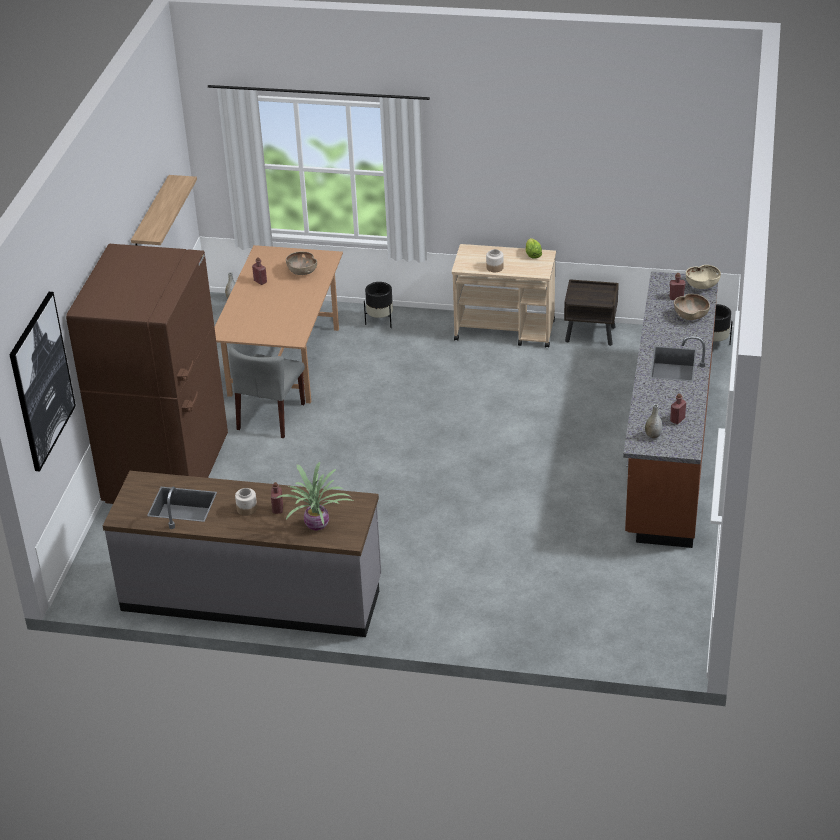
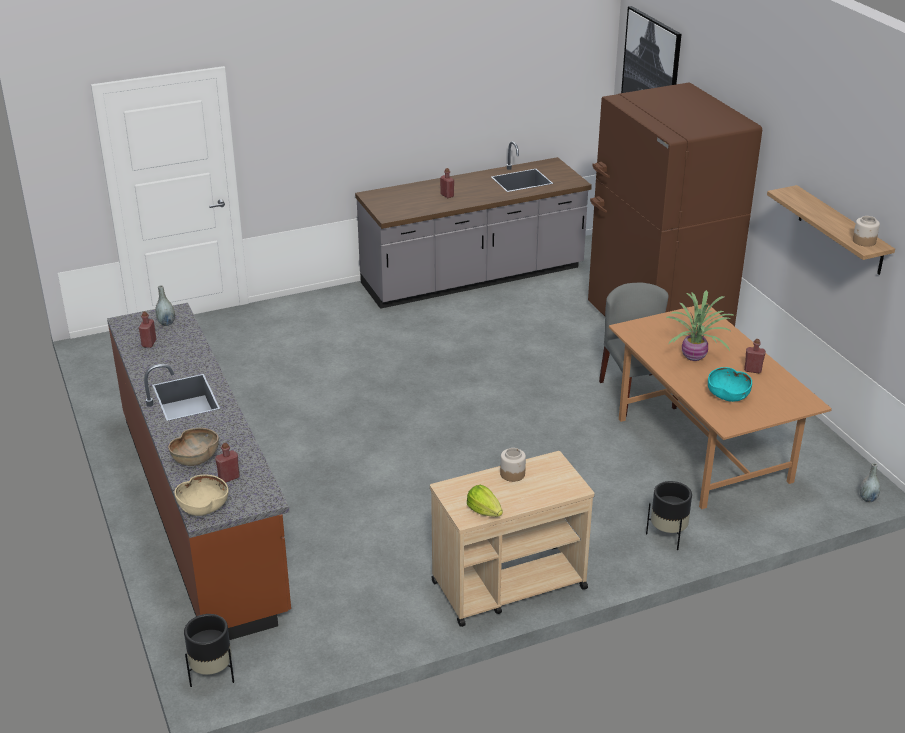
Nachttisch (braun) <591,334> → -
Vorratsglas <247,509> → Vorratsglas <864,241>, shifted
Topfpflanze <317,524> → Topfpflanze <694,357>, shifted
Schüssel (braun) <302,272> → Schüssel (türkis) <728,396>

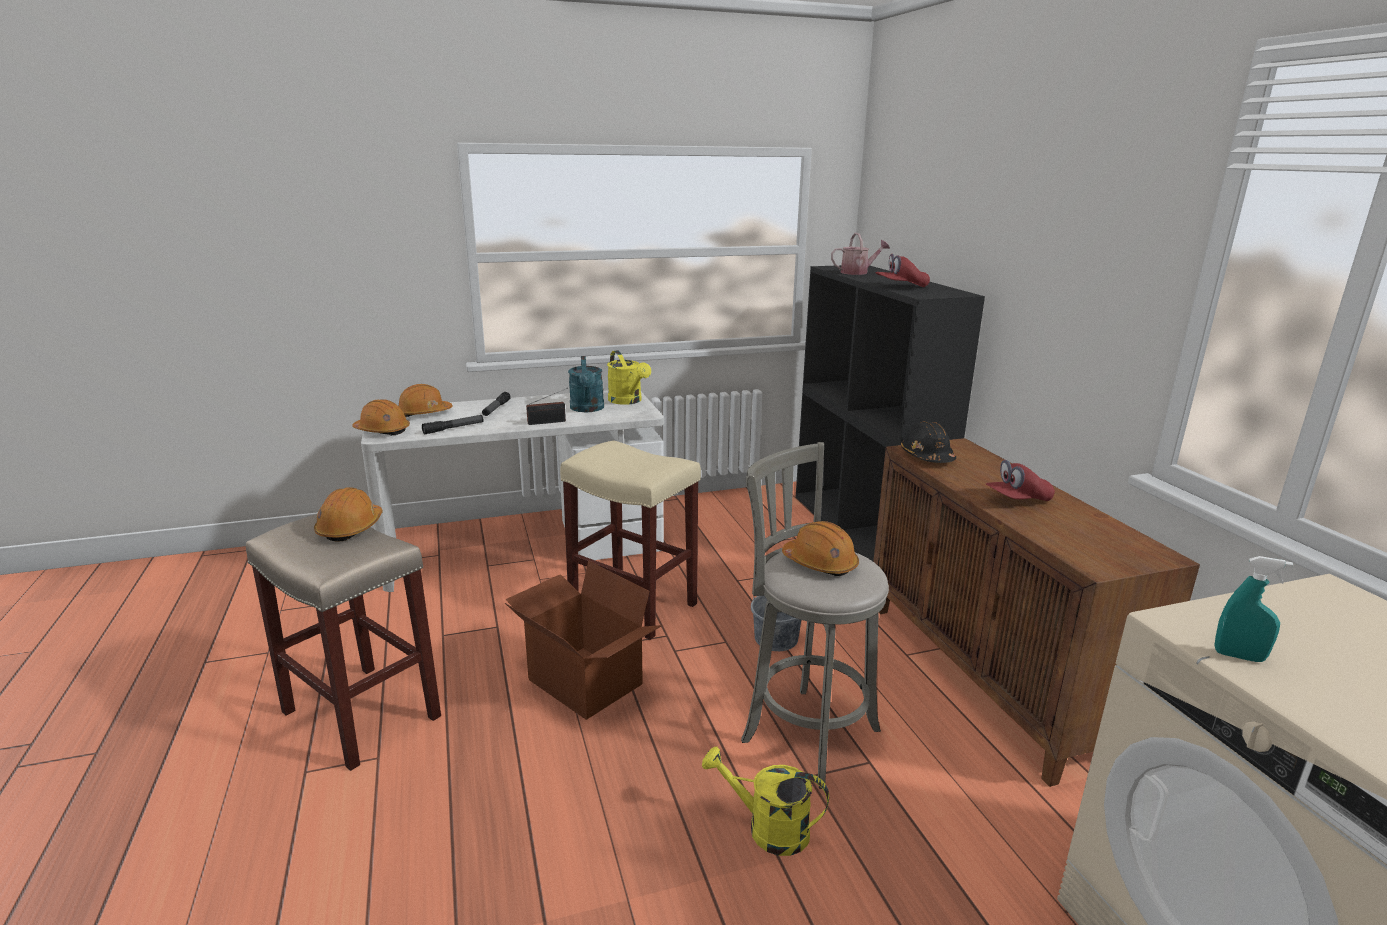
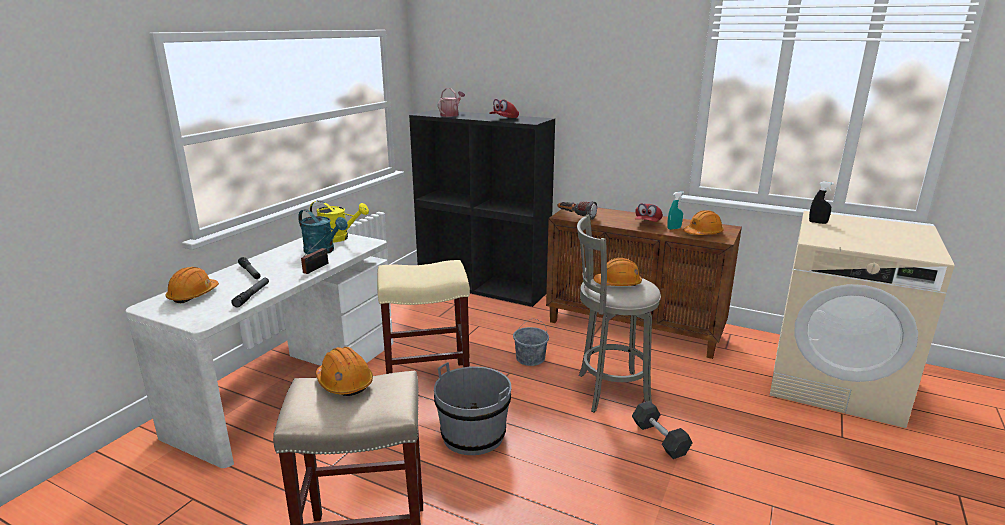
- → Sprühflasche (schwarz) <818,222>
Schutzhelm (orange) <382,431> → Schutzhelm (orange) <703,233>, shifted
Sprühflasche (türkis) <1239,656> → Sprühflasche (türkis) <674,228>, shifted
Karton <583,683> → Eimer (grau) <473,435>
Gießkanne (gelb) <767,829> → Hantel (grau) <660,439>
Schutzhelm (schwarz) <927,457> → Taschenlampe <576,217>

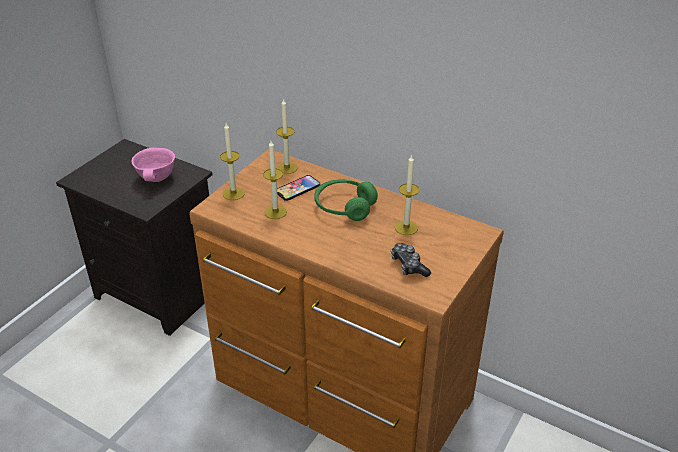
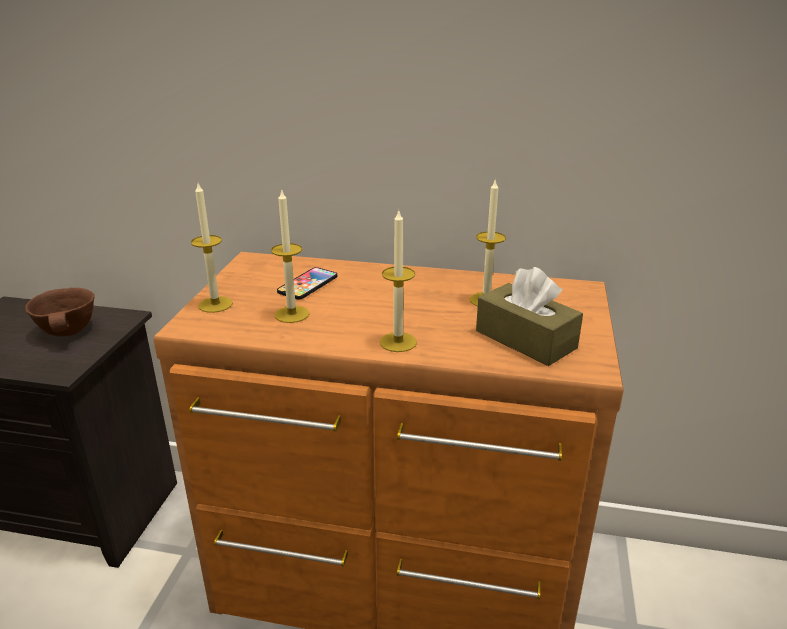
Kopfhörer (grün) <344,207> → -
Kerze <287,168> → Kerze <398,342>, shifted
Gamepad <408,265> → Taschentuchbox (braun) <525,339>
Schüssel (rosa) <157,178> → Schüssel (braun) <69,332>

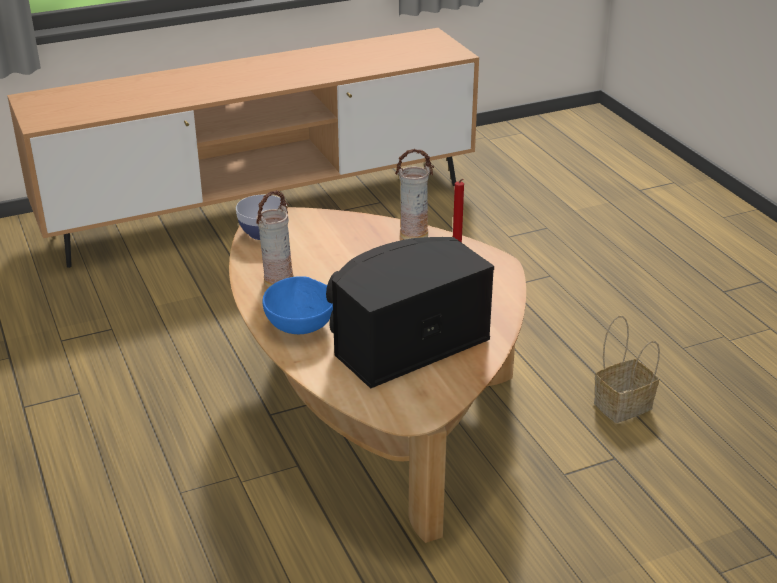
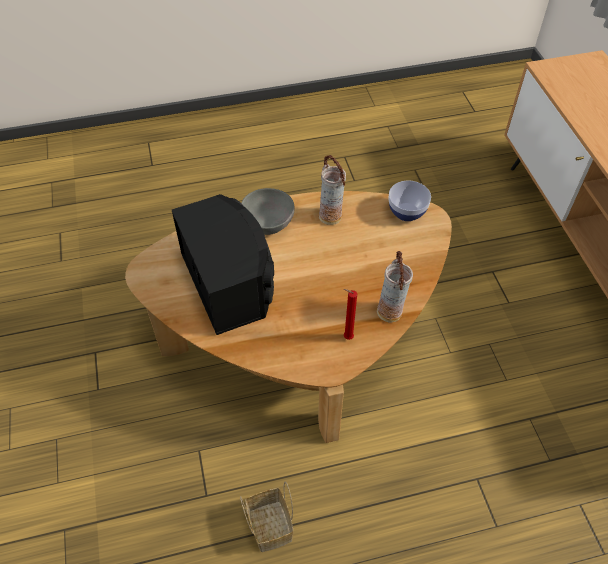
Schüssel (blau) <301,324> → Schüssel (grau) <269,225>

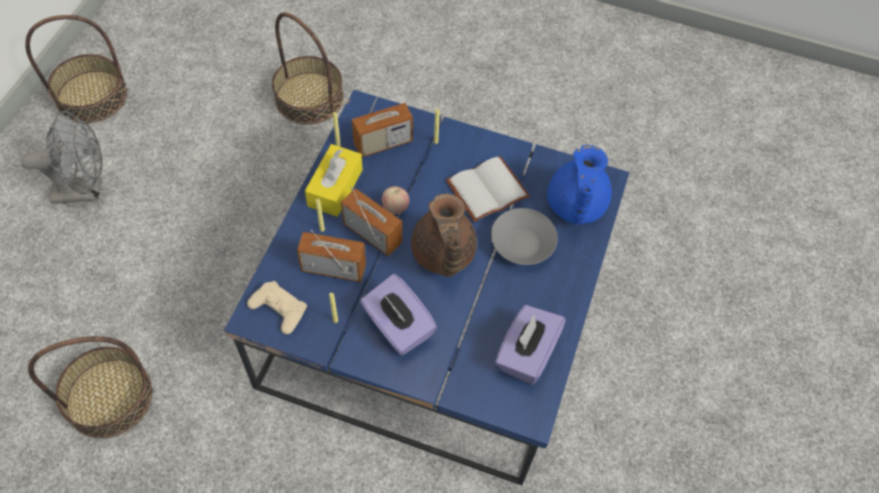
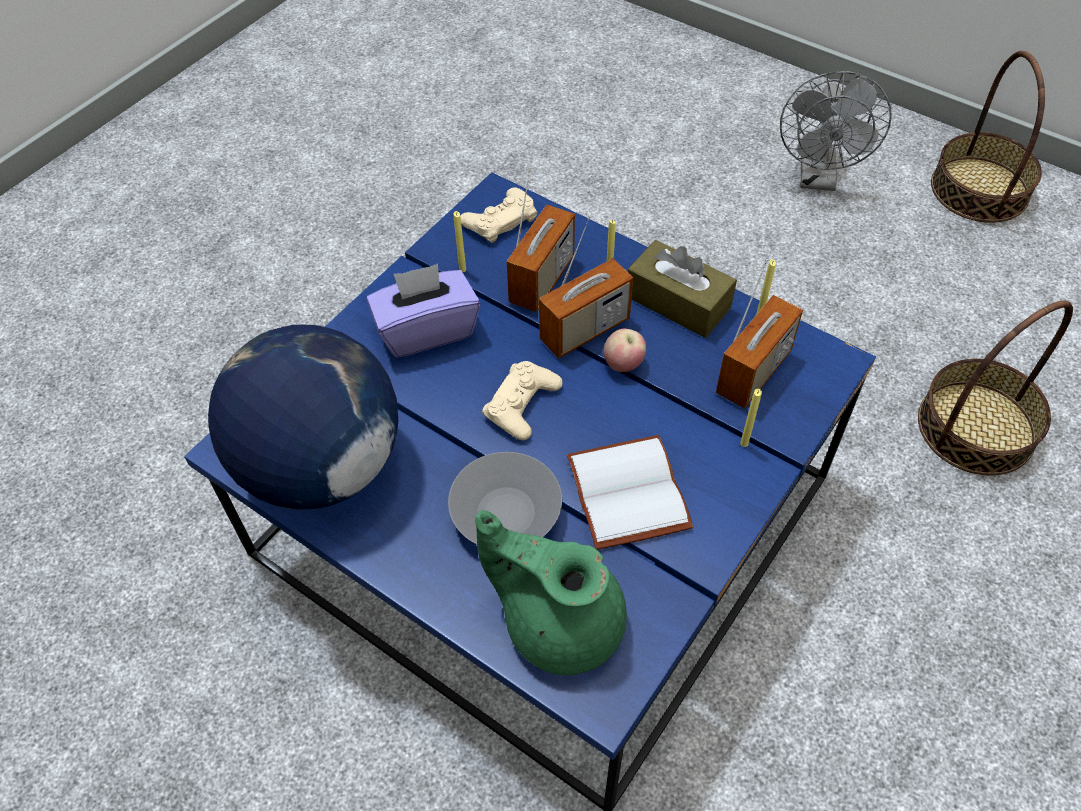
Korb <109,397> → -
Teekanne (braun) <443,255> → Gamepad (beige) <522,404>
Taschentuchbox (lila) <526,354> → Globus <321,467>
Taschentuchbox (gelb) <335,188> → Taschentuchbox (braun) <678,302>
Teekanne (blau) <574,206> → Teekanne (grün) <559,621>
Radio <383,143> → Radio <753,373>, 135 degrees counterclockwise

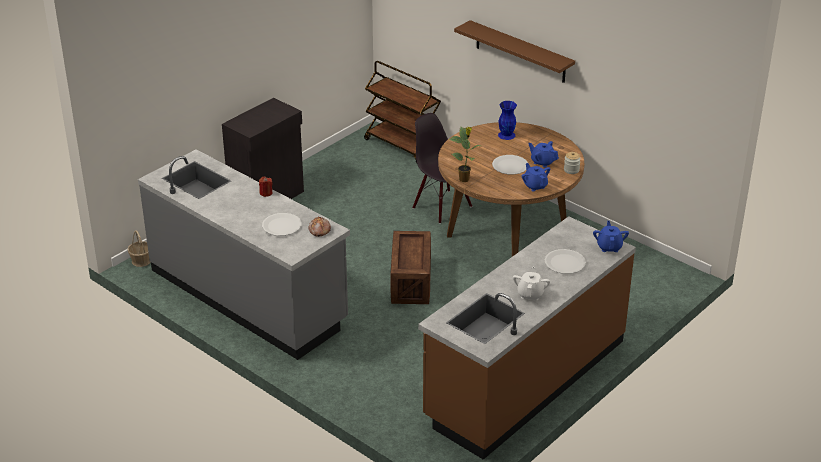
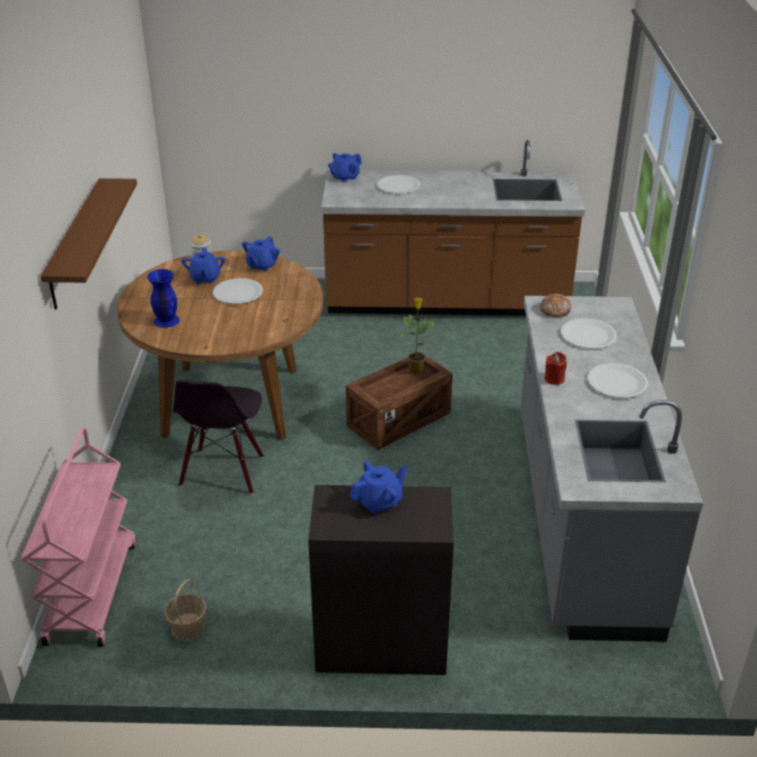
Teekanne (weiß) <530,294> → -
- → Teekanne (blau) <379,501>
- → Teller (weiß) <617,382>
Korb <141,260> → Korb <187,627>, shifted
Topfpflanze <464,179> → Topfpflanze <416,370>, shifted
Rollwagen (braun) <403,146> → Rollwagen (rosa) <91,591>

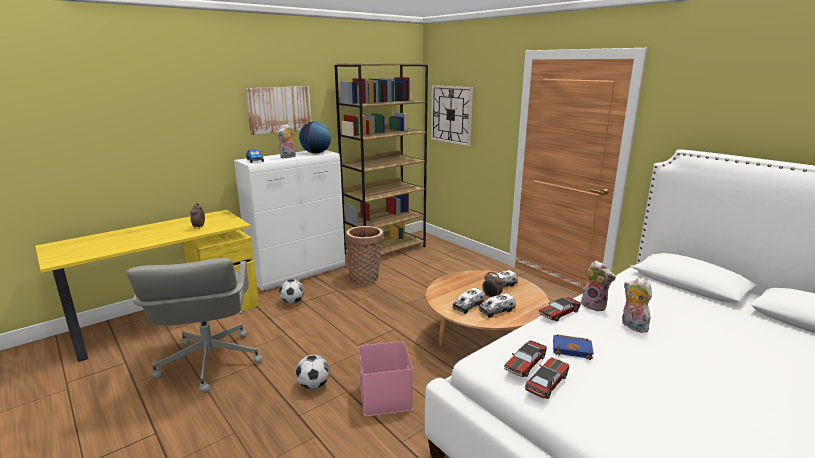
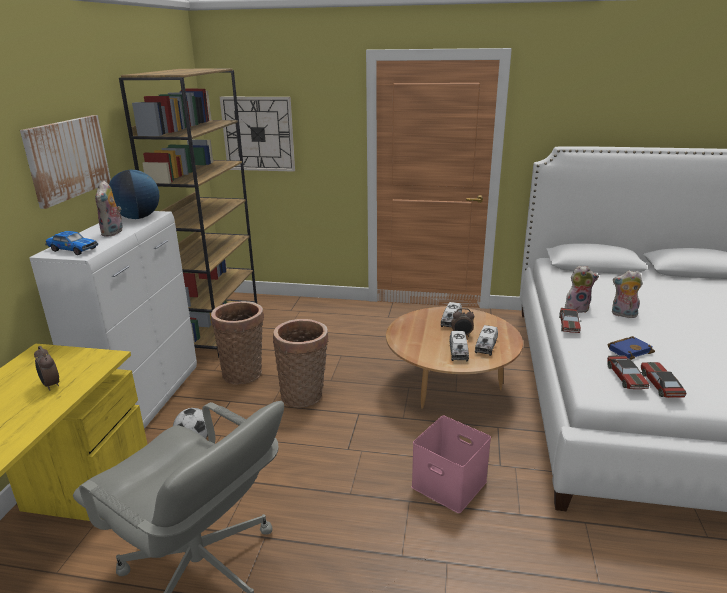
Fußball <313,385> → -
- → Korb <304,395>

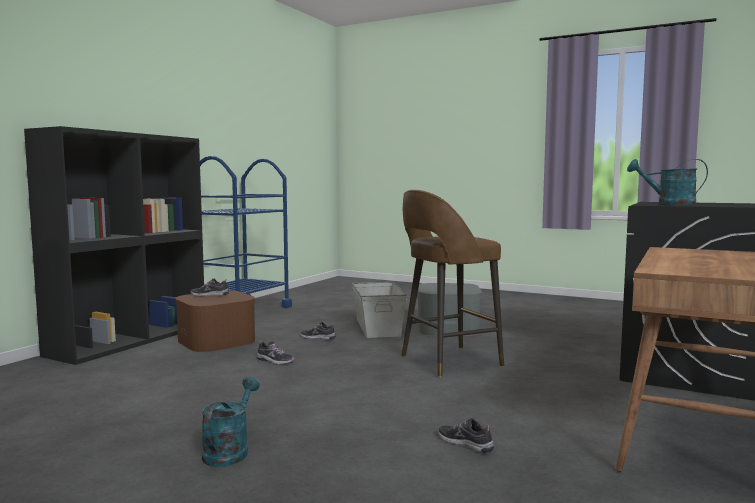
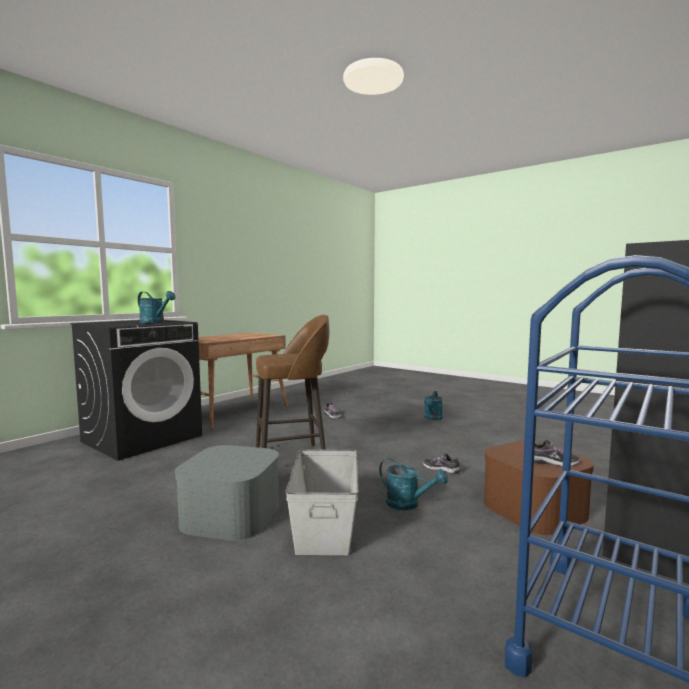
Schuh <318,338> → Gießkanne (türkis) <408,504>

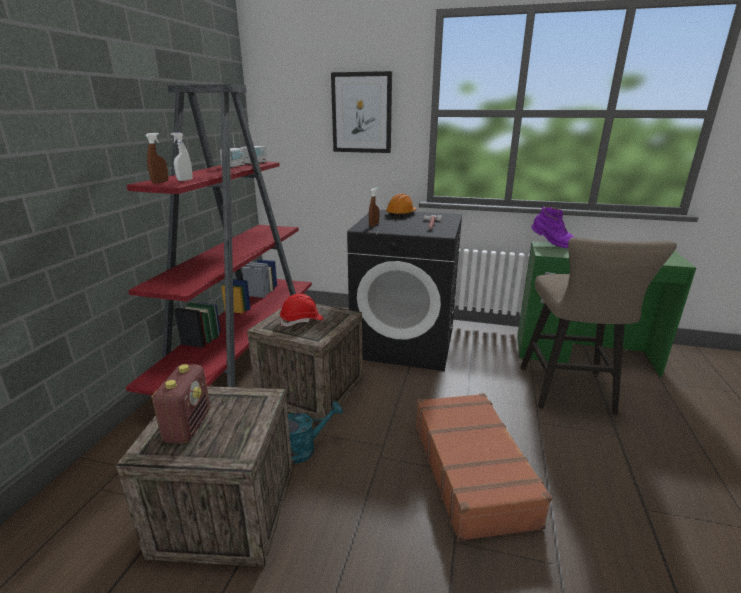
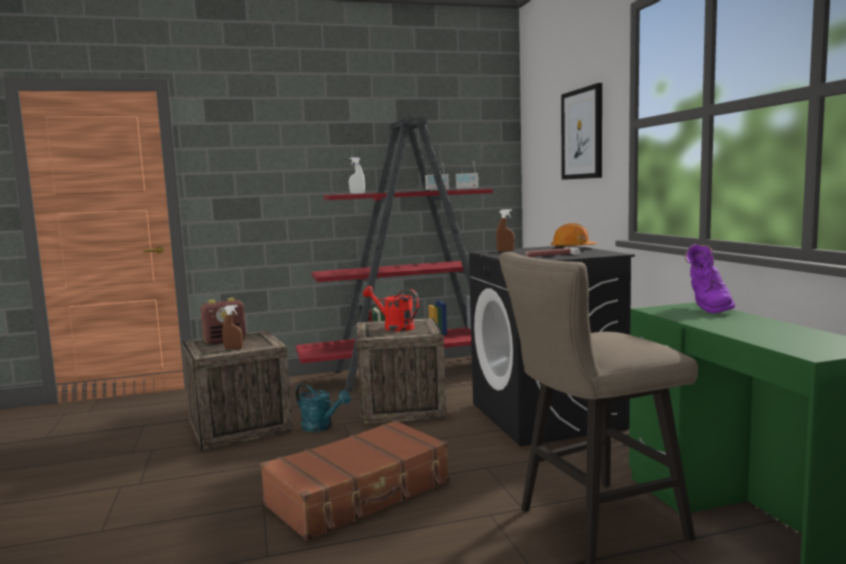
Sprühflasche (braun) <160,182> → Sprühflasche (braun) <233,348>, shifted
Schutzhelm (rot) <302,321> → Gießkanne (rot) <394,327>

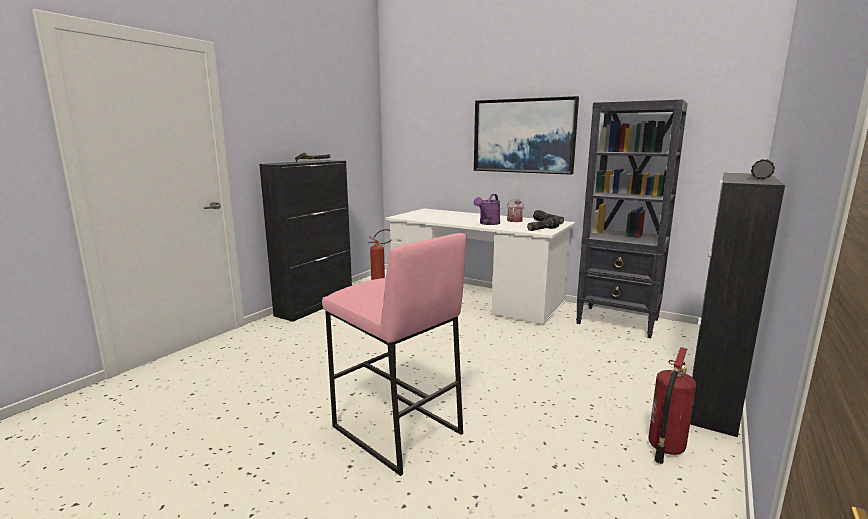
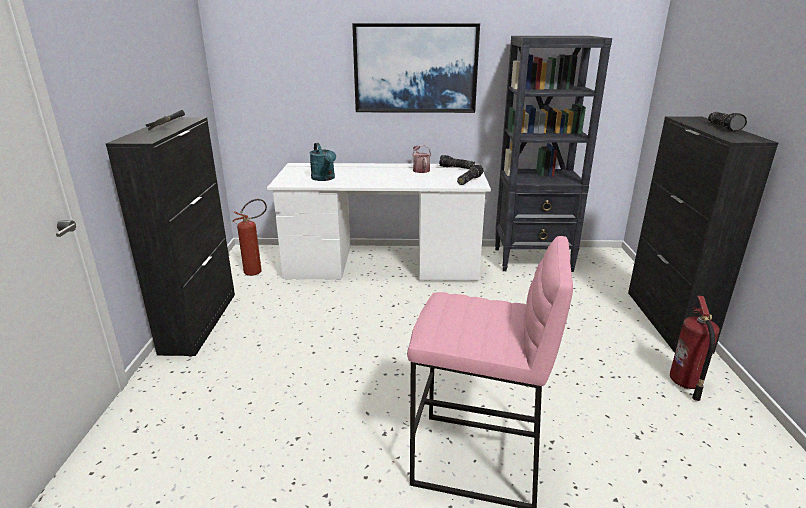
Gießkanne (lila) <488,223> → -
- → Gießkanne (türkis) <324,178>

